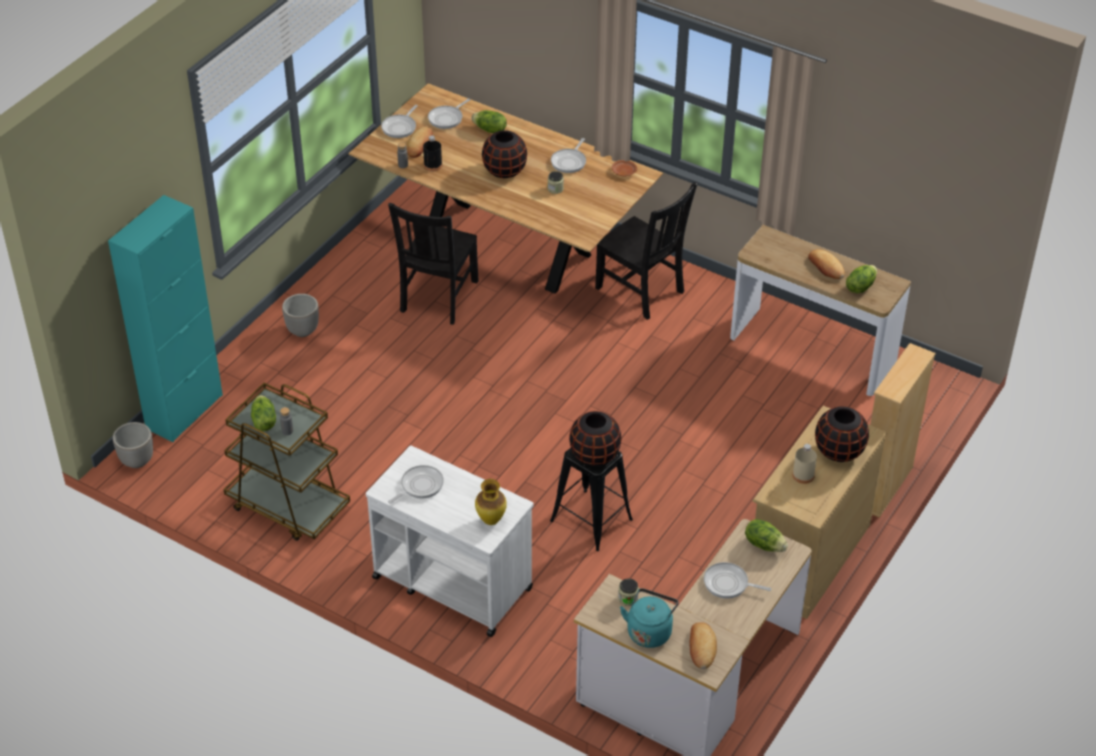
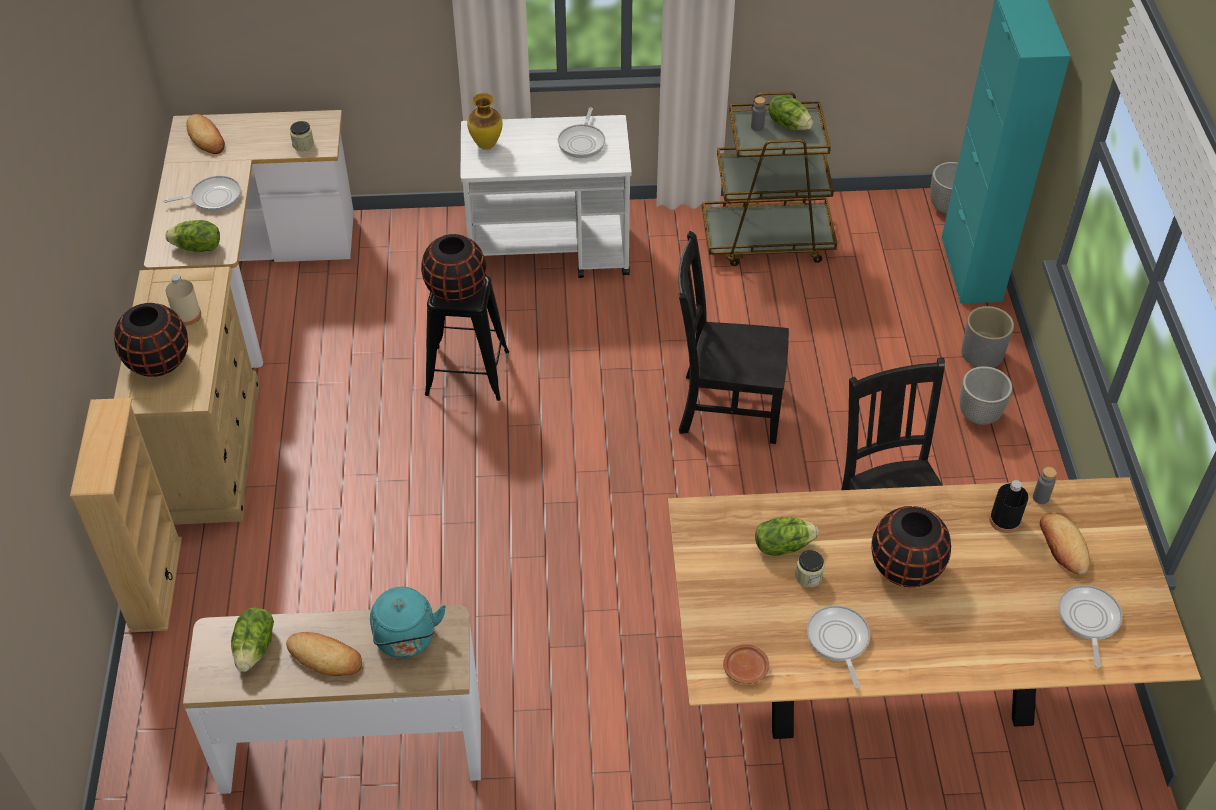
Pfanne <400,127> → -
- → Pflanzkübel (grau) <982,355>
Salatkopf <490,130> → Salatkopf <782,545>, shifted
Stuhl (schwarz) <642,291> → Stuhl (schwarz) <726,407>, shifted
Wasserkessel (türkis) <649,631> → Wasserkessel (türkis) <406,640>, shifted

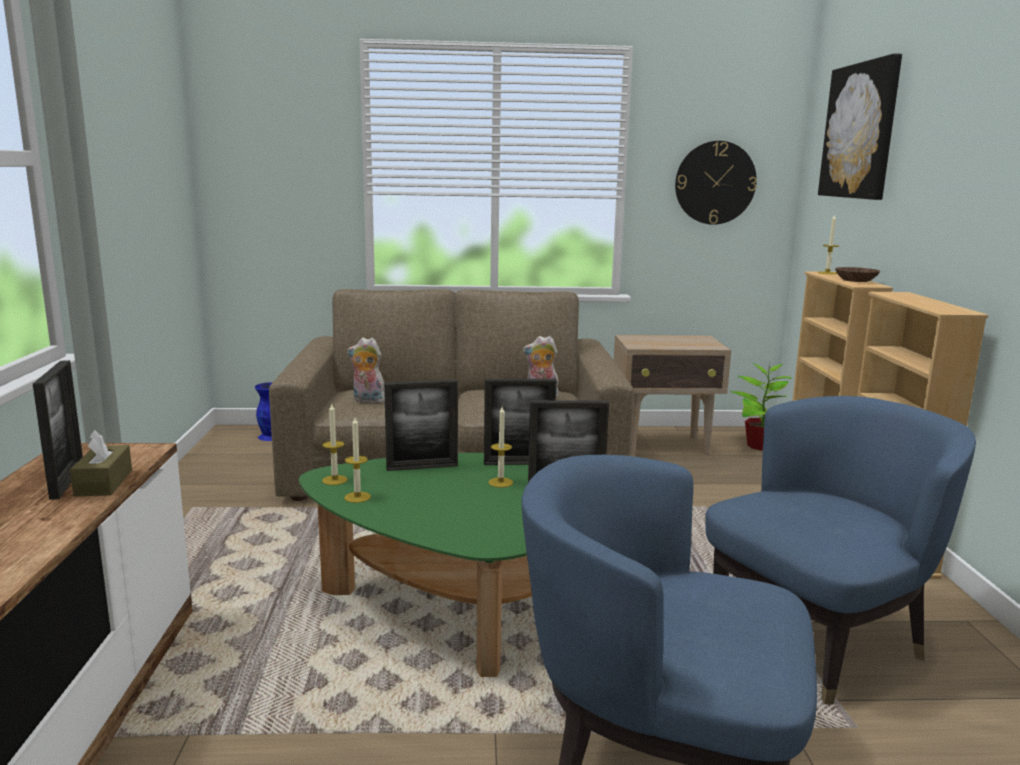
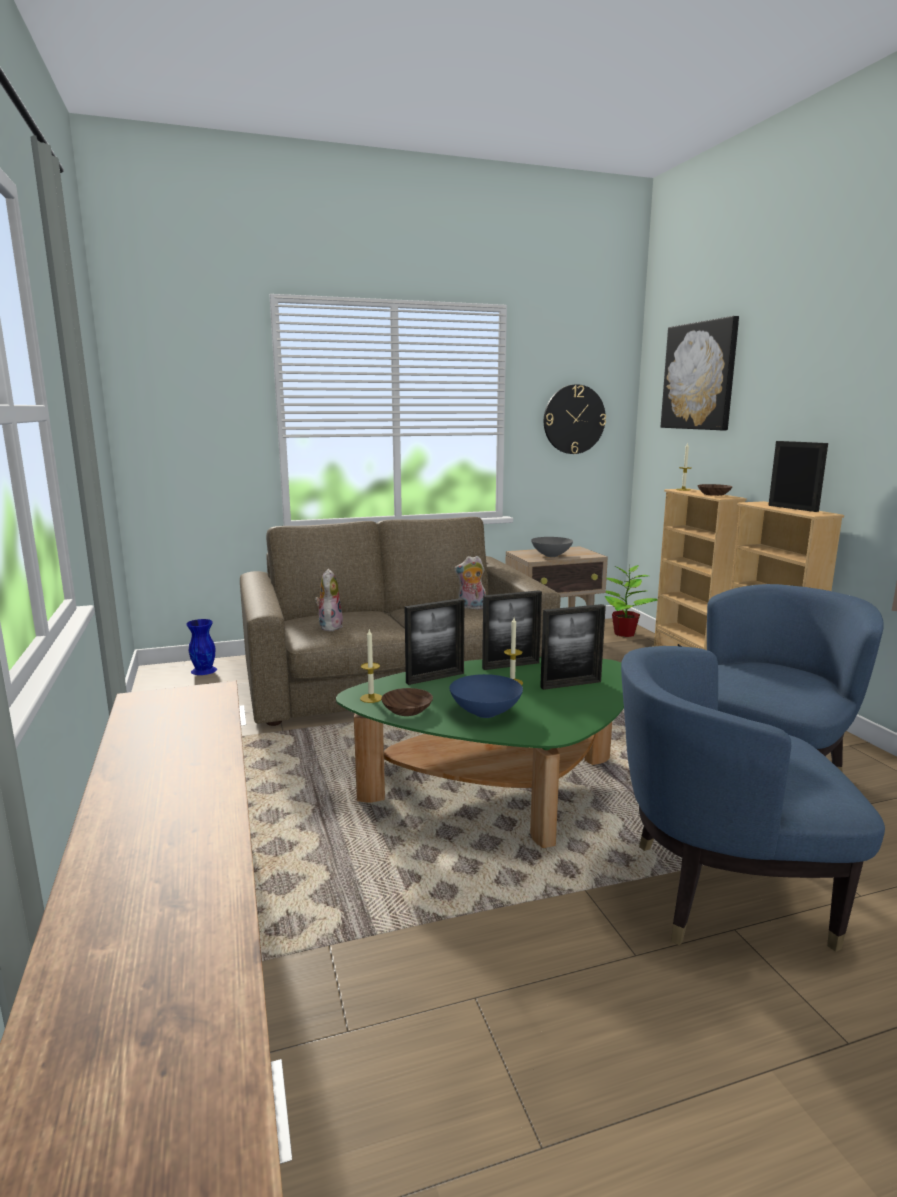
Taschentuchbox (braun) <104,483> → -
- → Schüssel (blau) <485,713>
- → Schüssel (grau) <552,555>
Bilderrahmen <67,481> → Bilderrahmen <792,508>, shifted
Kerze <357,497> → Schüssel (braun) <406,710>
Plüschtier <367,401> → Plüschtier <329,626>, 90 degrees clockwise

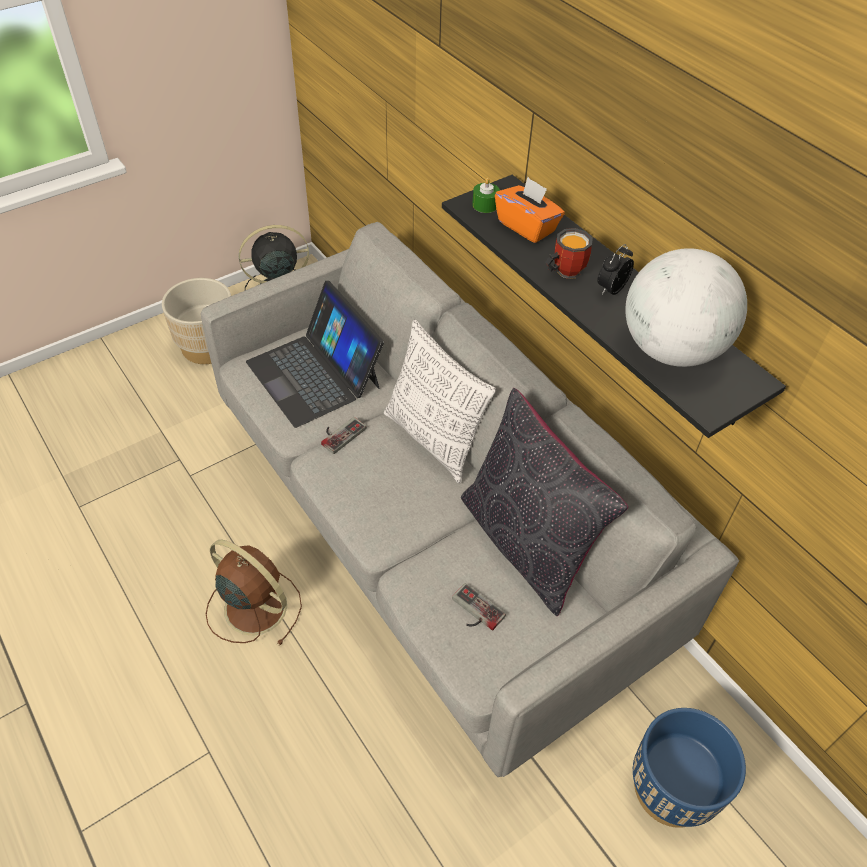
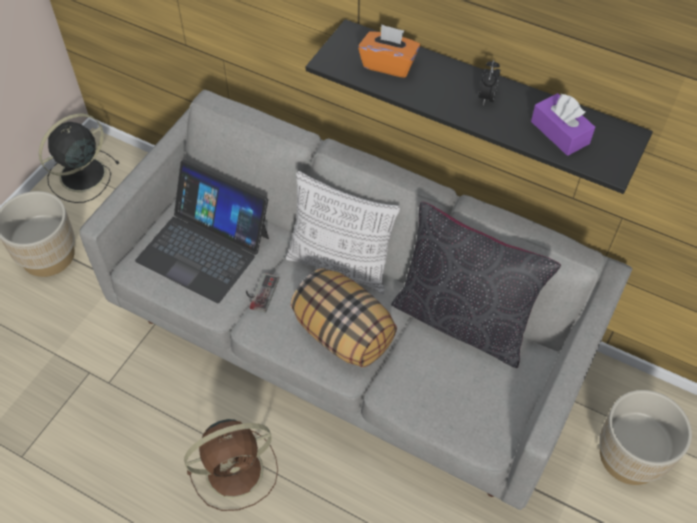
Gamepad <474,612> → -
Kerze (grün) <485,205> → -
Henkelbecher <563,271> → -
- → Kissen <344,333>
Globus <671,349> → Taschentuchbox (lila) <560,132>
Pflanzkübel (blau) <671,788> → Pflanzkübel (beige) <630,456>
Ventilator (braun) <253,605> → Ventilator (braun) <237,470>, 150 degrees clockwise

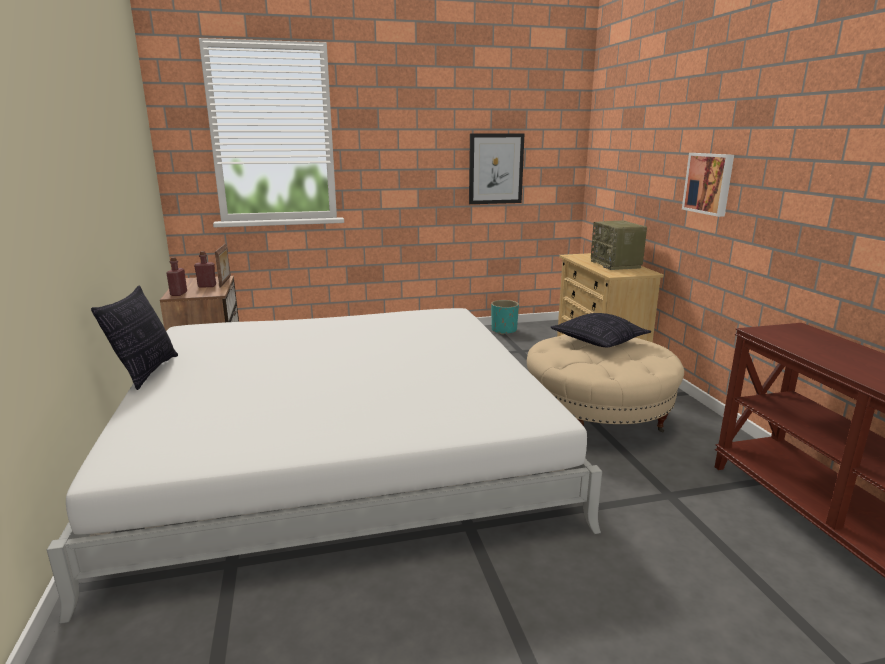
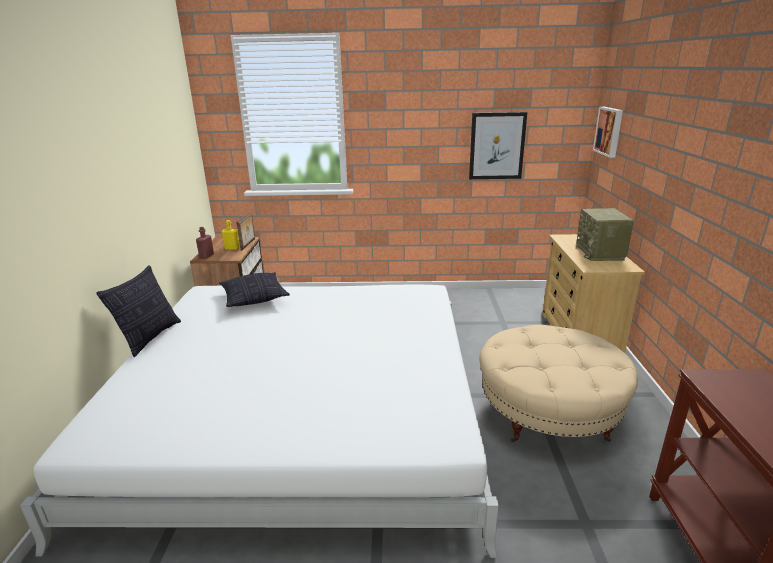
Pflanzkübel (türkis) <504,330> → -
Kissen <598,342> → Kissen <254,298>, shifted
Bild <709,183> → Bild <609,131>, shifted
Flasche (rot) <207,286> → Flasche (gelb) <232,248>

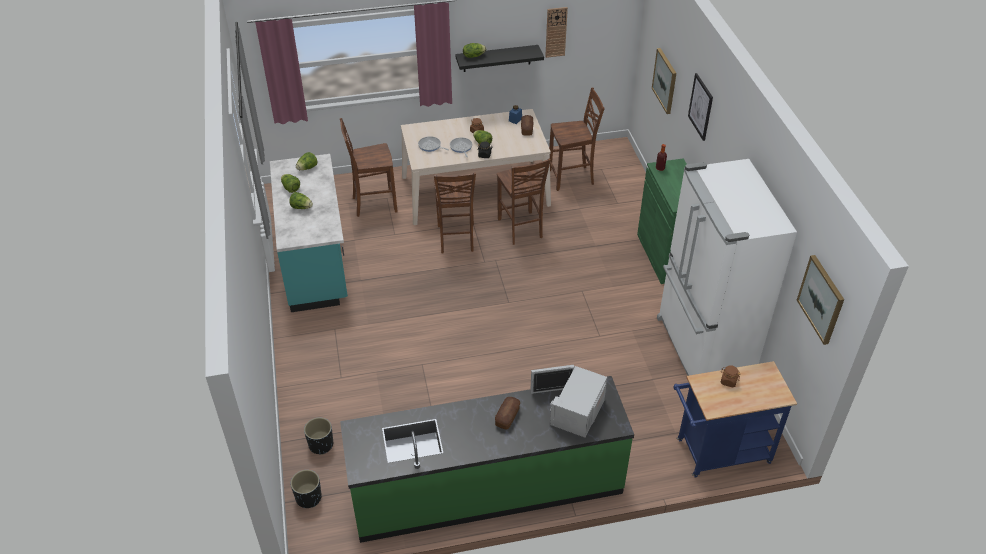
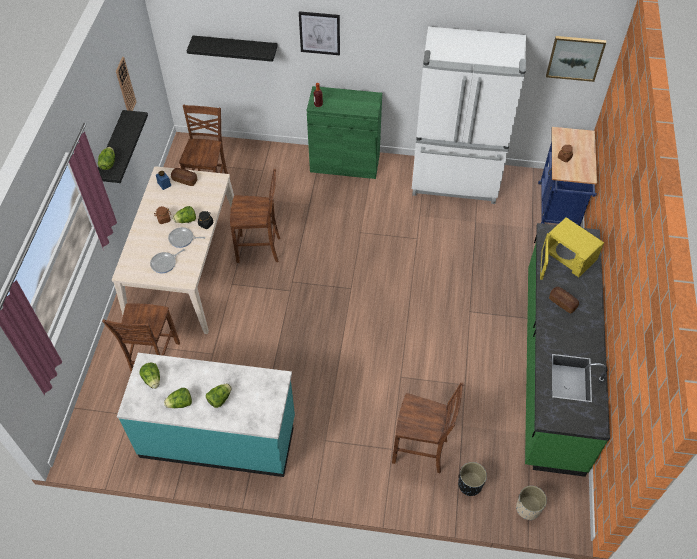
Stuhl (braun) <456,239> → Stuhl (braun) <421,451>, shifted
Bild <665,80> → Wandregal (schwarz) <235,48>
Pflanzkübel (schwarz) <308,498> → Pflanzkübel (beige) <528,508>
Mikrowelle (weiß) <576,410> → Mikrowelle (gelb) <567,256>

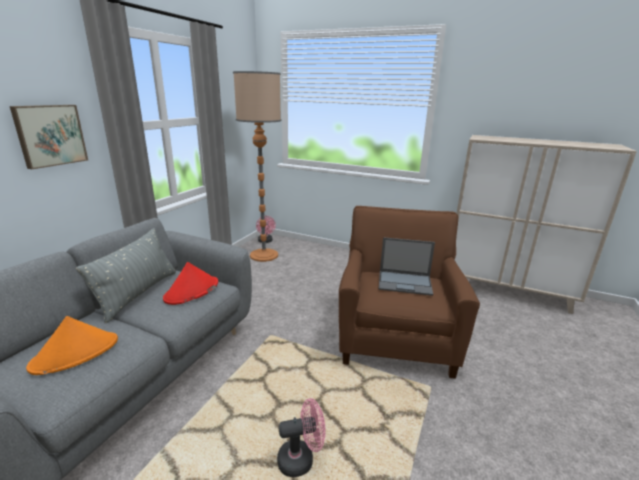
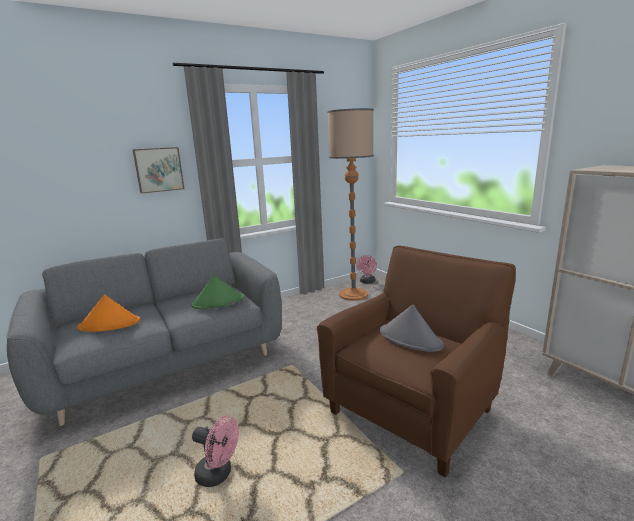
Kissen (grau) <138,294> → -
Laptop <405,283> → Hut (grau) <410,339>
Hut (rot) <191,291> → Hut (grün) <218,302>

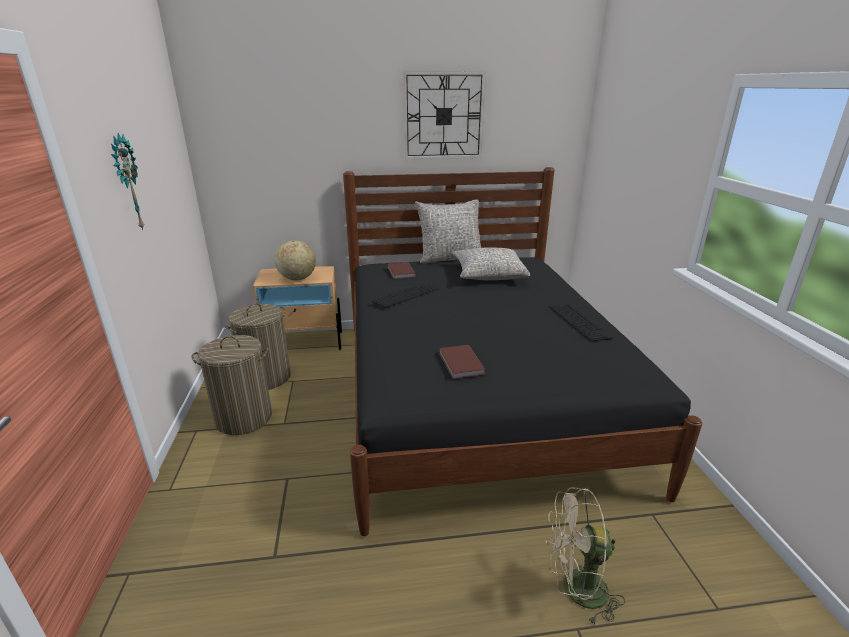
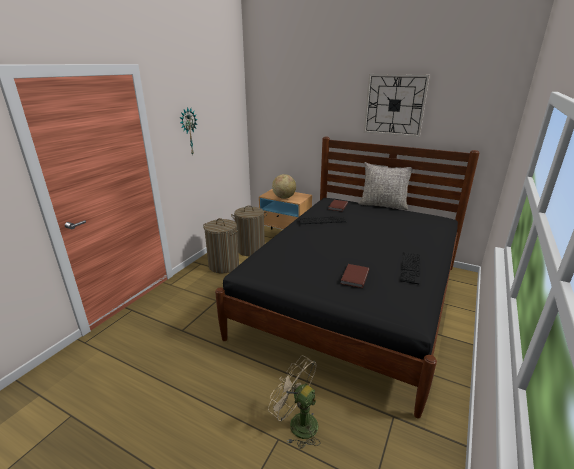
Kissen (grau) <488,274> → -
Buch (braun) <460,364> → Buch (braun) <354,277>, shifted

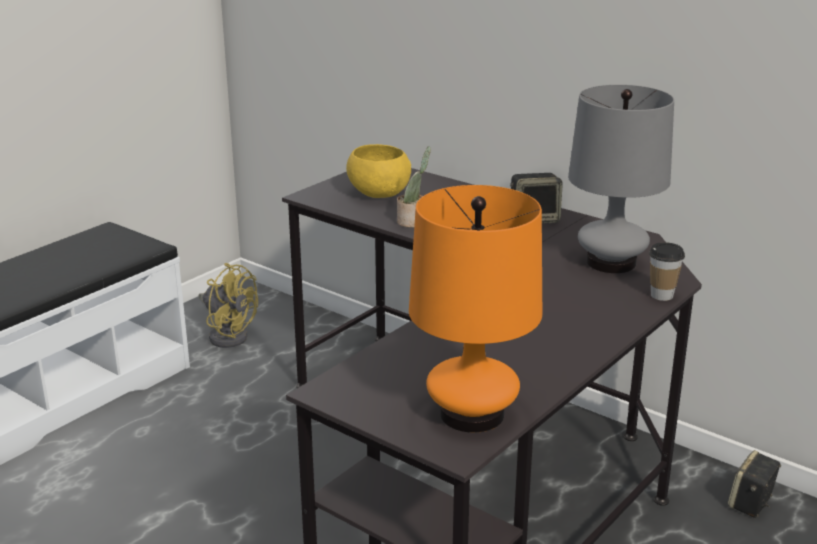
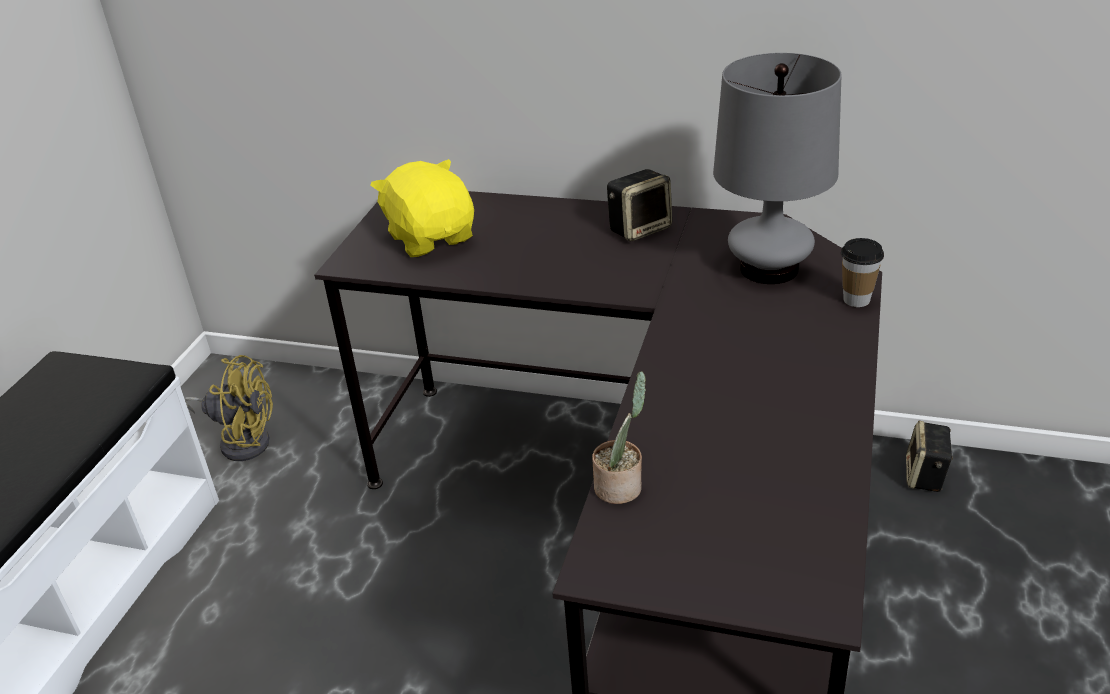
Tischlampe (orange) <472,414> → -
Topfpflanze <413,222> → Topfpflanze <621,486>, shifted
Schüssel (gelb) <378,193> → Plüschtier (gelb) <431,238>

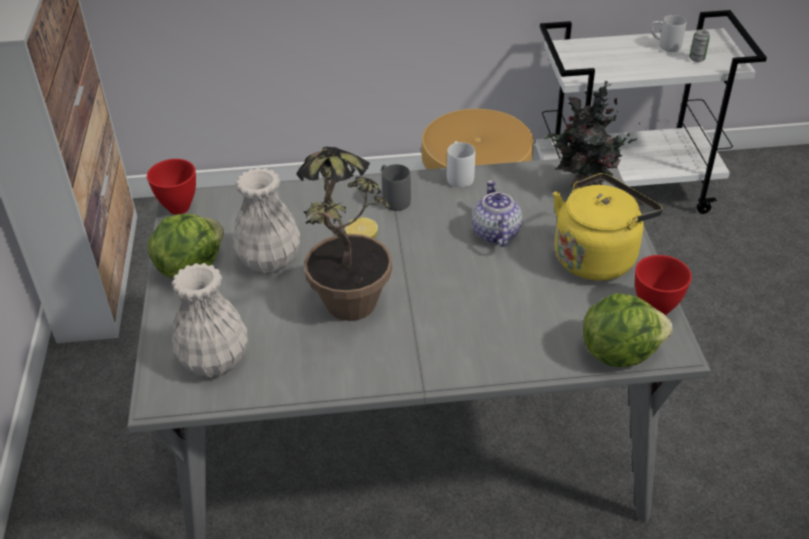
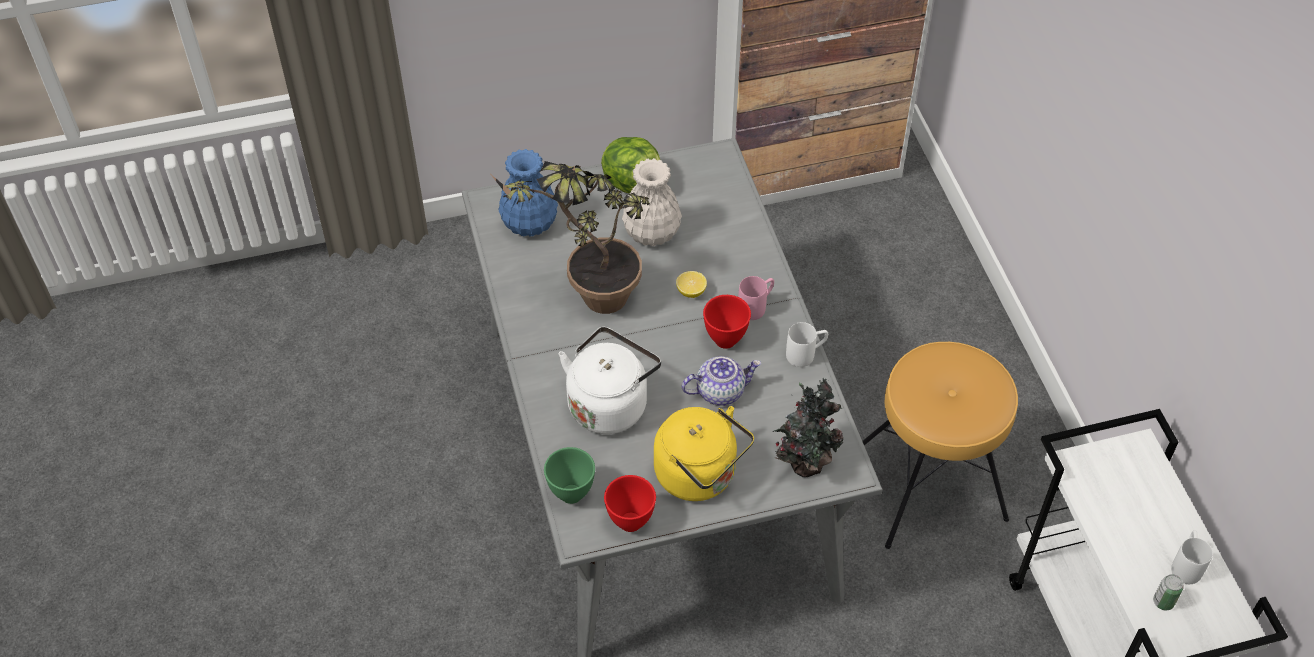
- → Wasserkessel (weiß) <610,403>
Schüssel (rot) <178,209> → Schüssel (rot) <724,340>, shifted
Salatkopf <619,351> → Schüssel (grün) <572,493>
Vase (weiß) <213,360> → Vase (blau) <529,222>
Henkelbecher (grau) <393,199> → Henkelbecher (rosa) <756,306>

